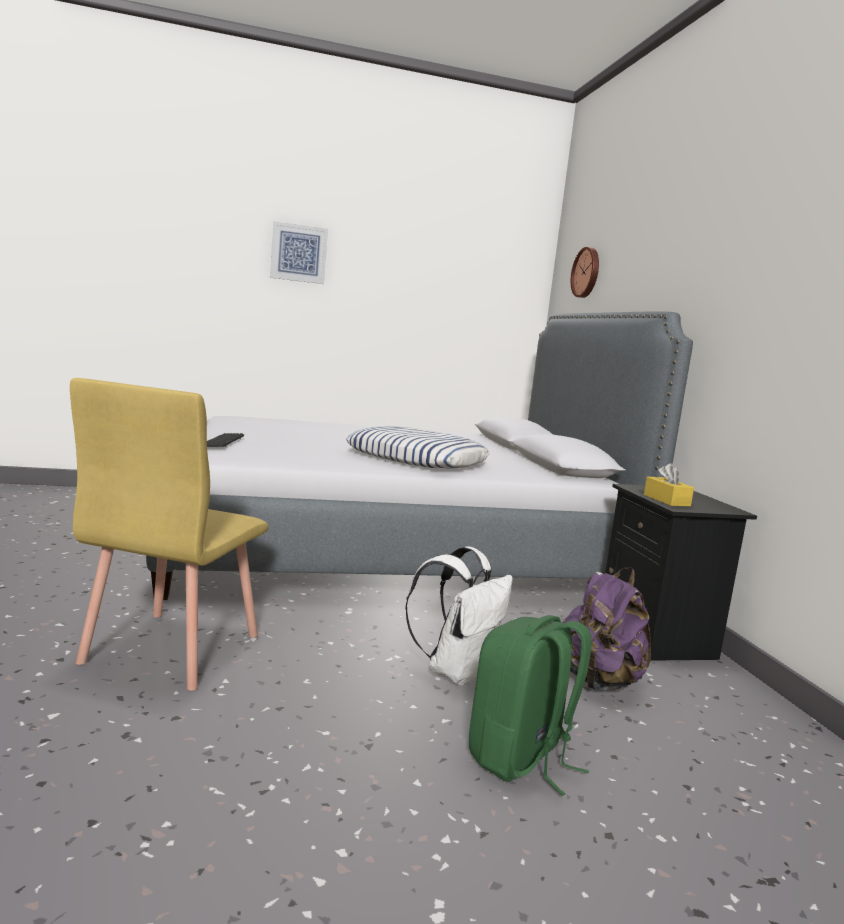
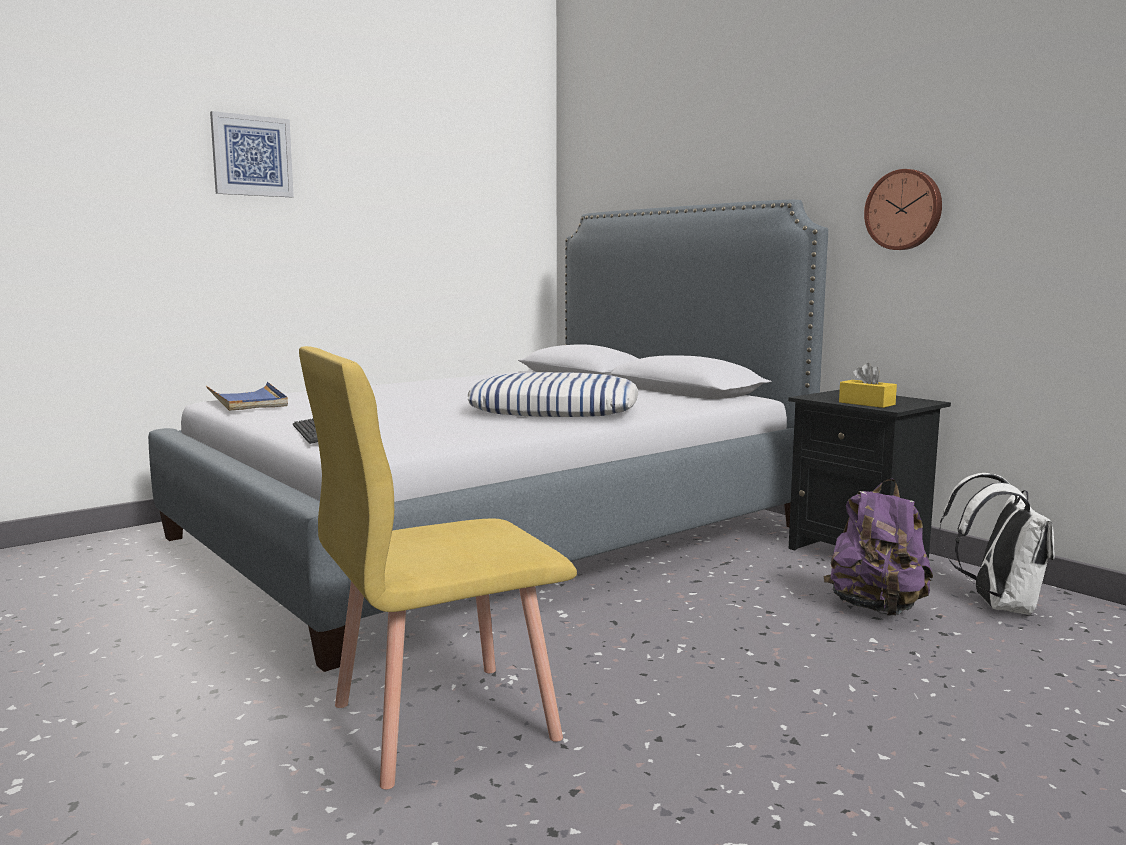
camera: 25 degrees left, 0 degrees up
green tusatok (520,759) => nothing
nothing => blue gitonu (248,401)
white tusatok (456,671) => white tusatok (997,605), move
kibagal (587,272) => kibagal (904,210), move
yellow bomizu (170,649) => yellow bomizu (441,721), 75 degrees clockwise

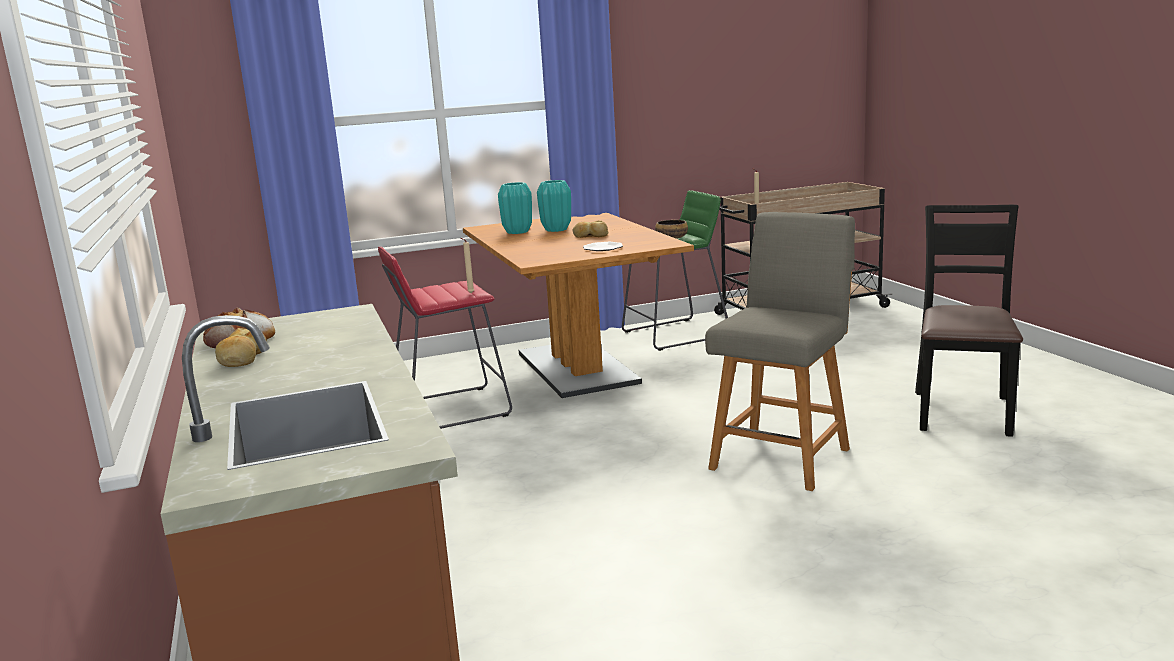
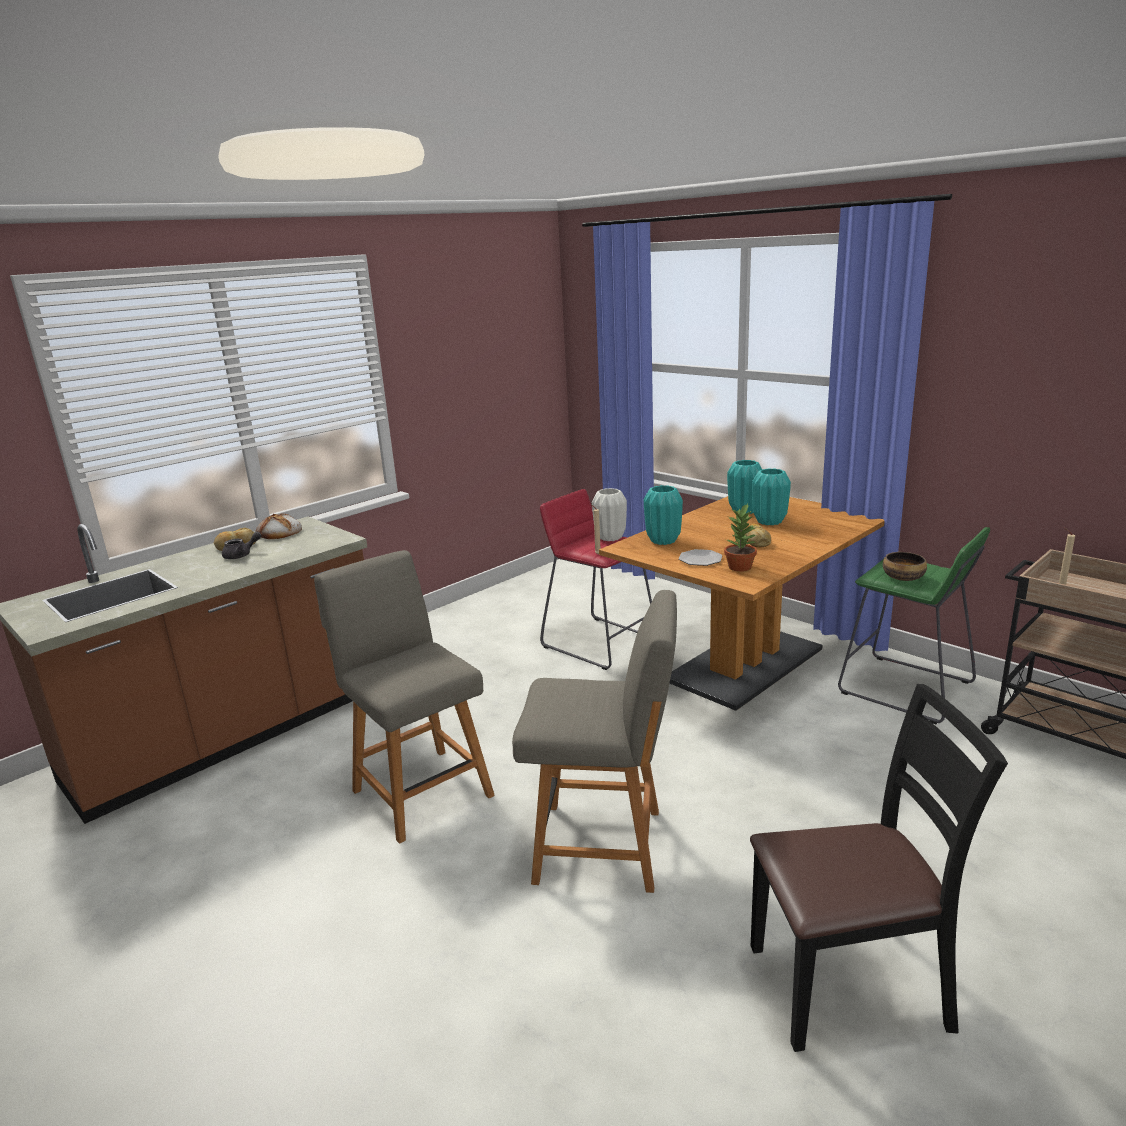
camera: 65 degrees right, 5 degrees up
nothing => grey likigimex (241,555)
nothing => grey bomizu (420,790)
nothing => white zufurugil (610,537)
nothing => turquoise zufurugil (663,540)
nothing => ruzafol (740,567)

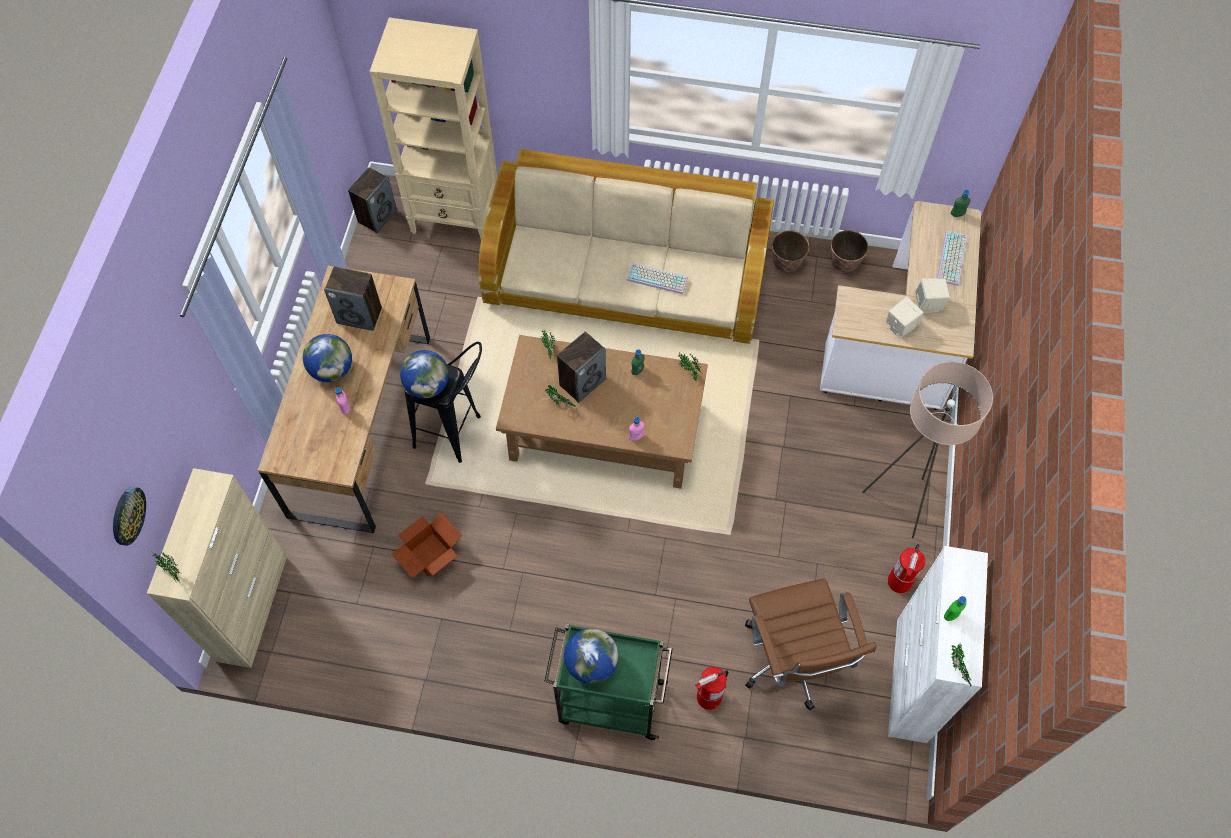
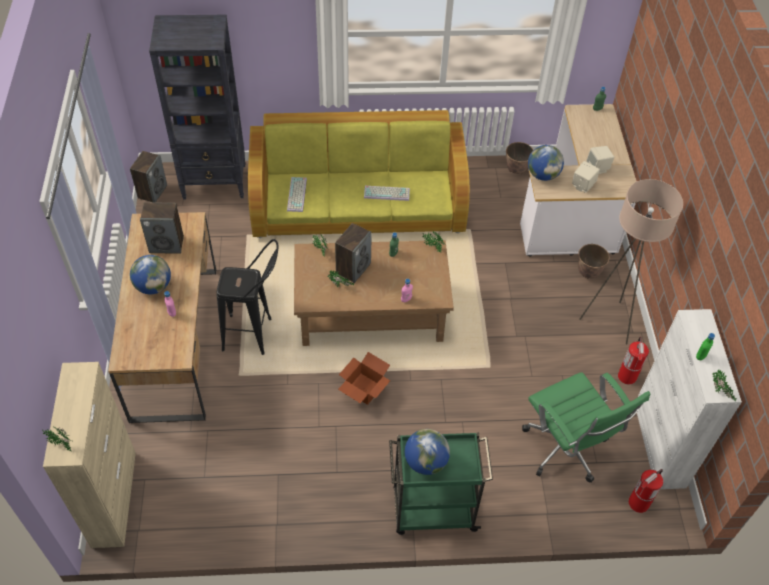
camera: 15 degrees left, 10 degrees down
kibagal (127,515) => nothing
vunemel (429,555) => vunemel (363,389), move
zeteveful (427,385) => zeteveful (542,175), move
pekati (708,697) => pekati (638,503), move
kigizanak (786,265) => kigizanak (588,273), move
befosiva (952,259) => befosiva (297,195), move
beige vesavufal (456,216) => black vesavufal (215,182)
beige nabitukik (626,277) => green nabitukik (358,203)
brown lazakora (793,662) => green lazakora (567,450)

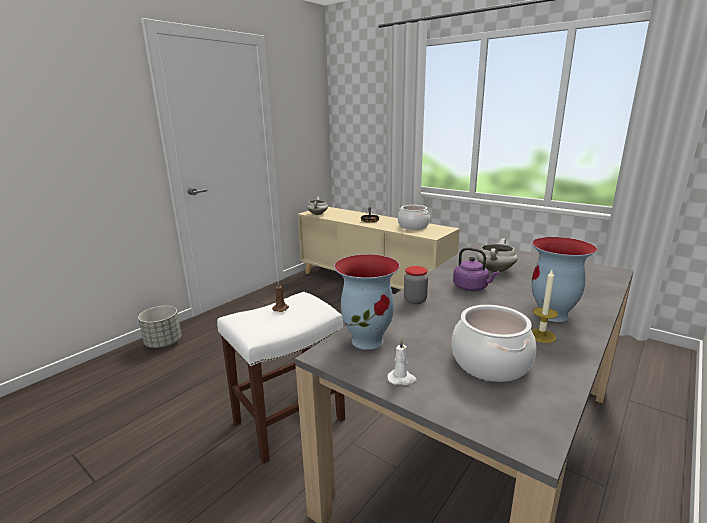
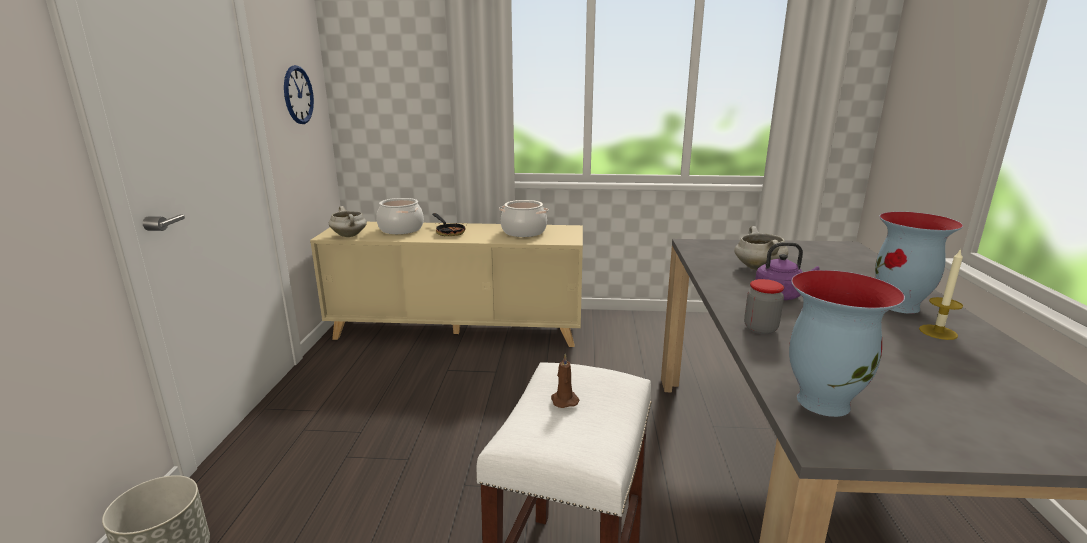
camera: 35 degrees left, 0 degrees up
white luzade (401,379) => nothing
nothing => kibagal (298,95)
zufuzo (491,363) => zufuzo (401,229), move

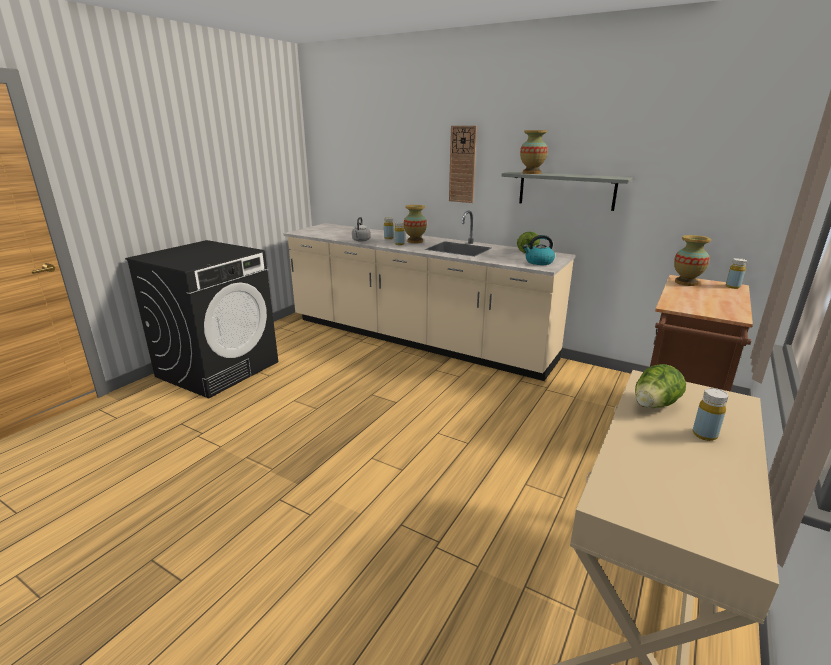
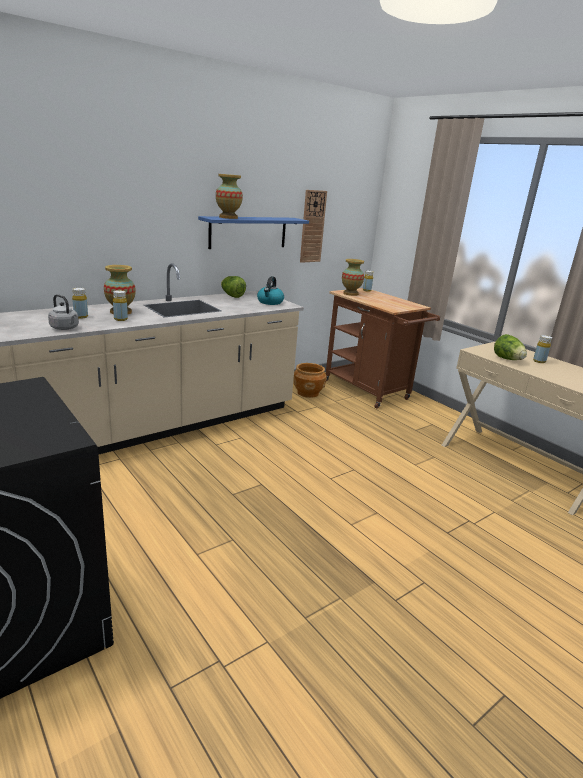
camera: 70 degrees left, 0 degrees up
nothing => brown kigizanak (308,393)
kibagal (462,164) => kibagal (312,226), move
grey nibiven (566,190) => blue nibiven (248,232)

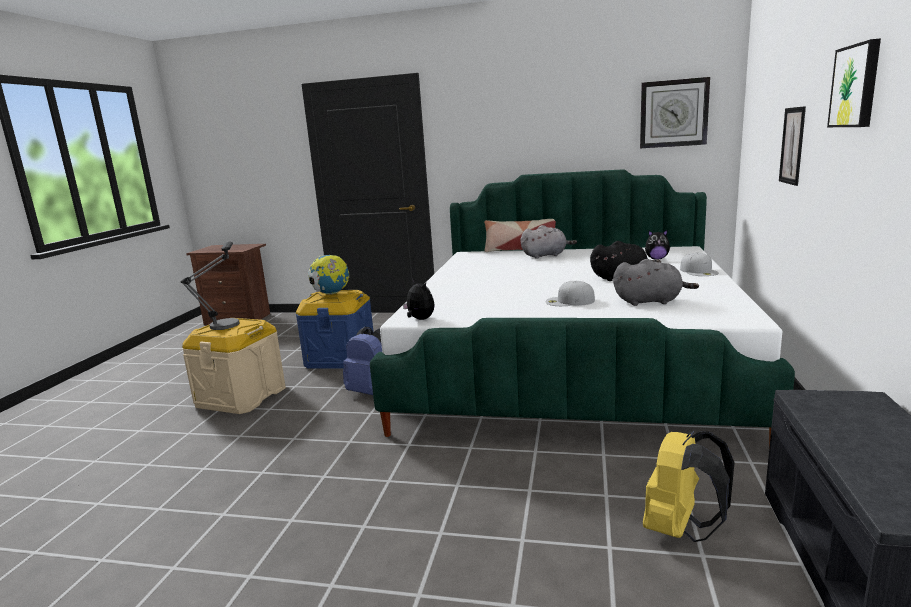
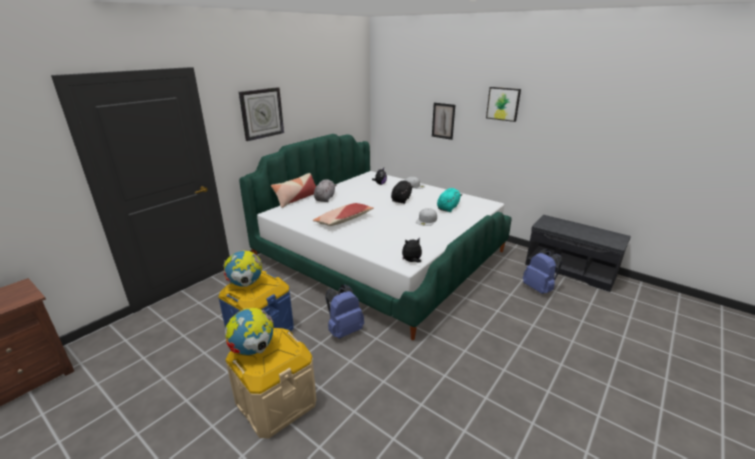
camera: 65 degrees left, 10 degrees up
nothing => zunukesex (344,220)
kibagal (673,113) => kibagal (261,113), move
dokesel (227,322) => zeteveful (253,349)
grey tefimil (650,301) => turquoise tefimil (448,208)
yellow tusatok (680,529) => blue tusatok (539,288)

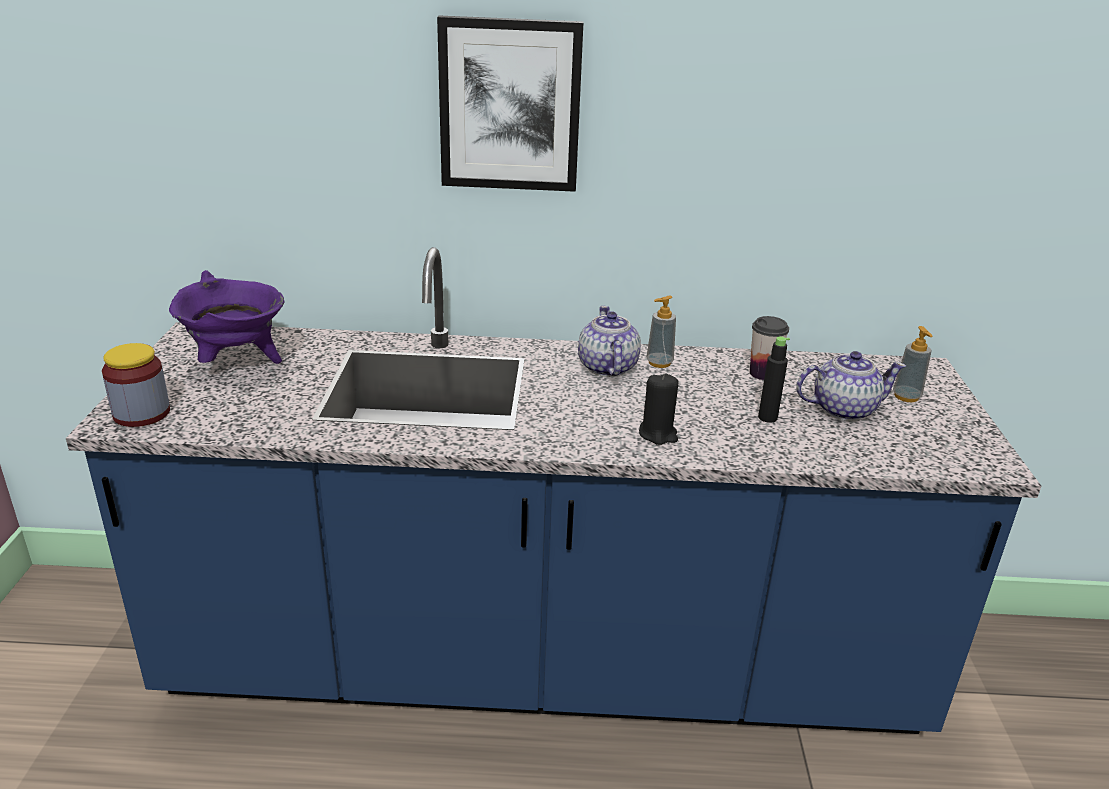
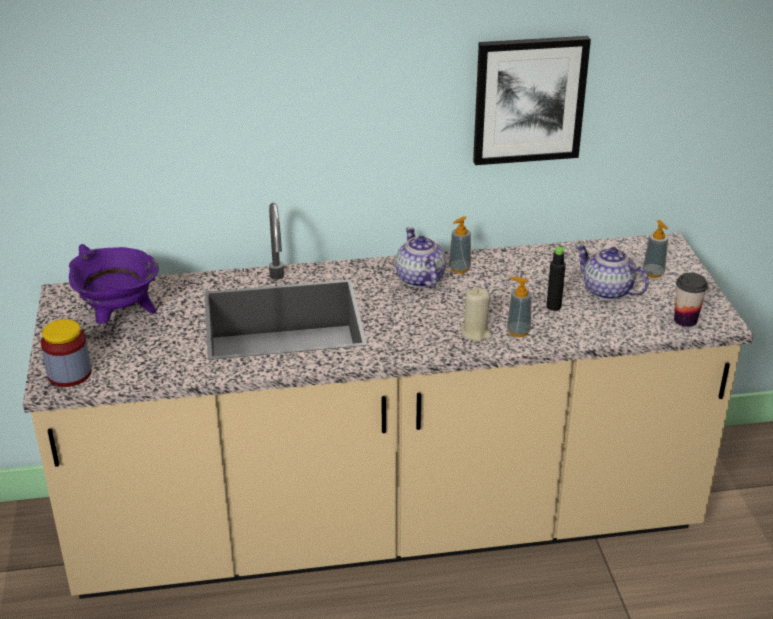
camera: 10 degrees left, 5 degrees up
nothing => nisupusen (518,331)
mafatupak (510,105) => mafatupak (529,100), move
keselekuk (763,373) => keselekuk (685,320), move
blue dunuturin (543,668) => beige dunuturin (386,527)
black luzade (658,434) => beige luzade (476,333)
likigimex (842,409) => likigimex (607,291), 120 degrees counterclockwise

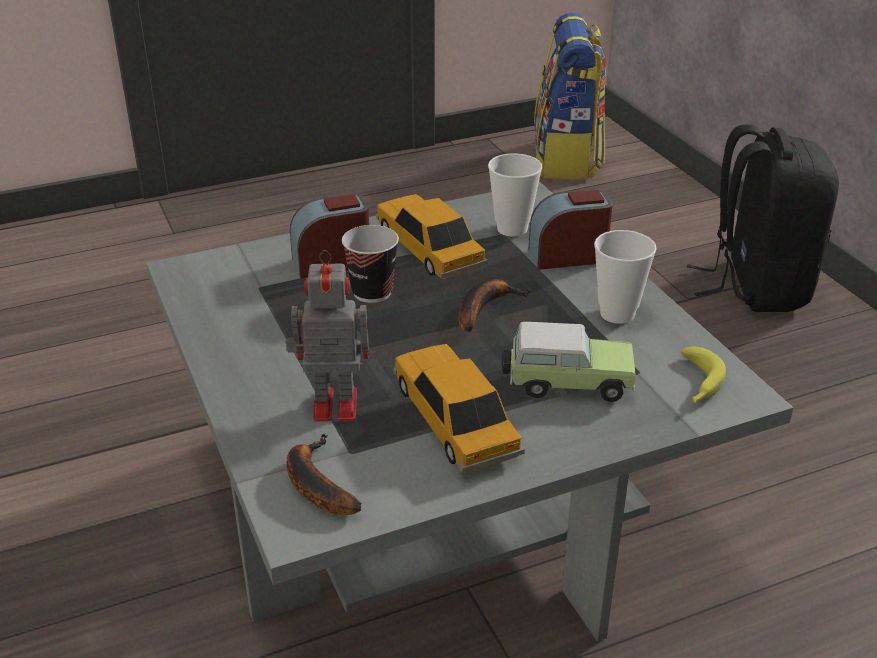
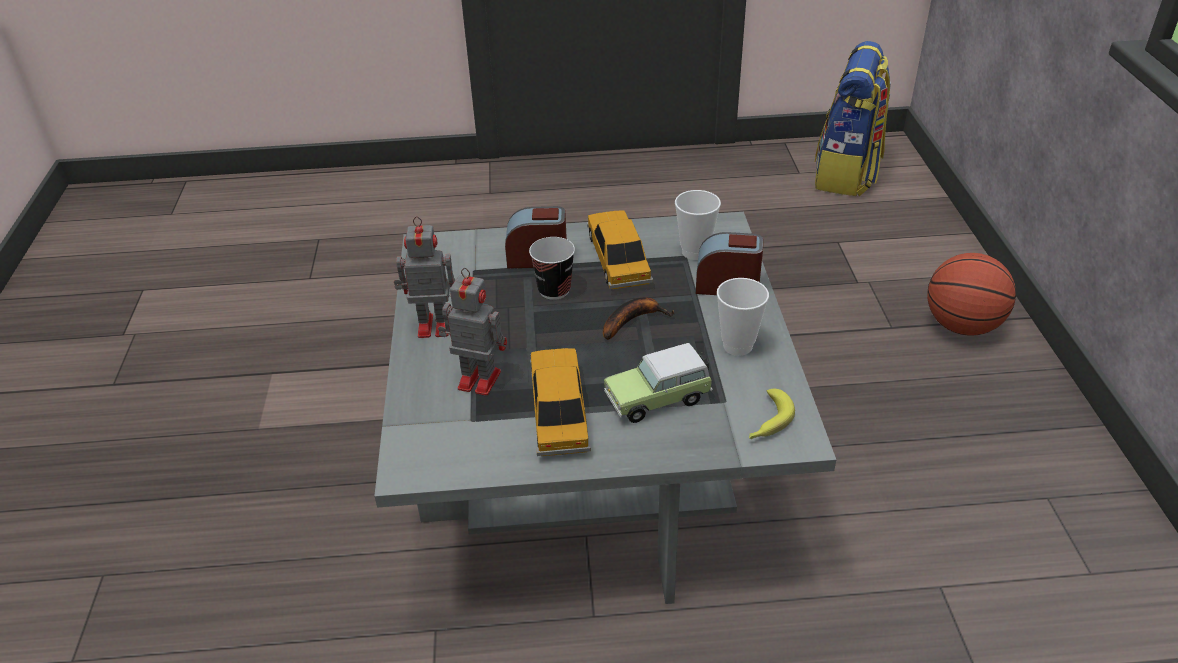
camera: 20 degrees right, 5 degrees up
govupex (315,484) => nothing
nothing => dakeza (431,326)
black tusatok (756,286) => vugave (961,326)
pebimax (565,383) => pebimax (661,398), 135 degrees clockwise

